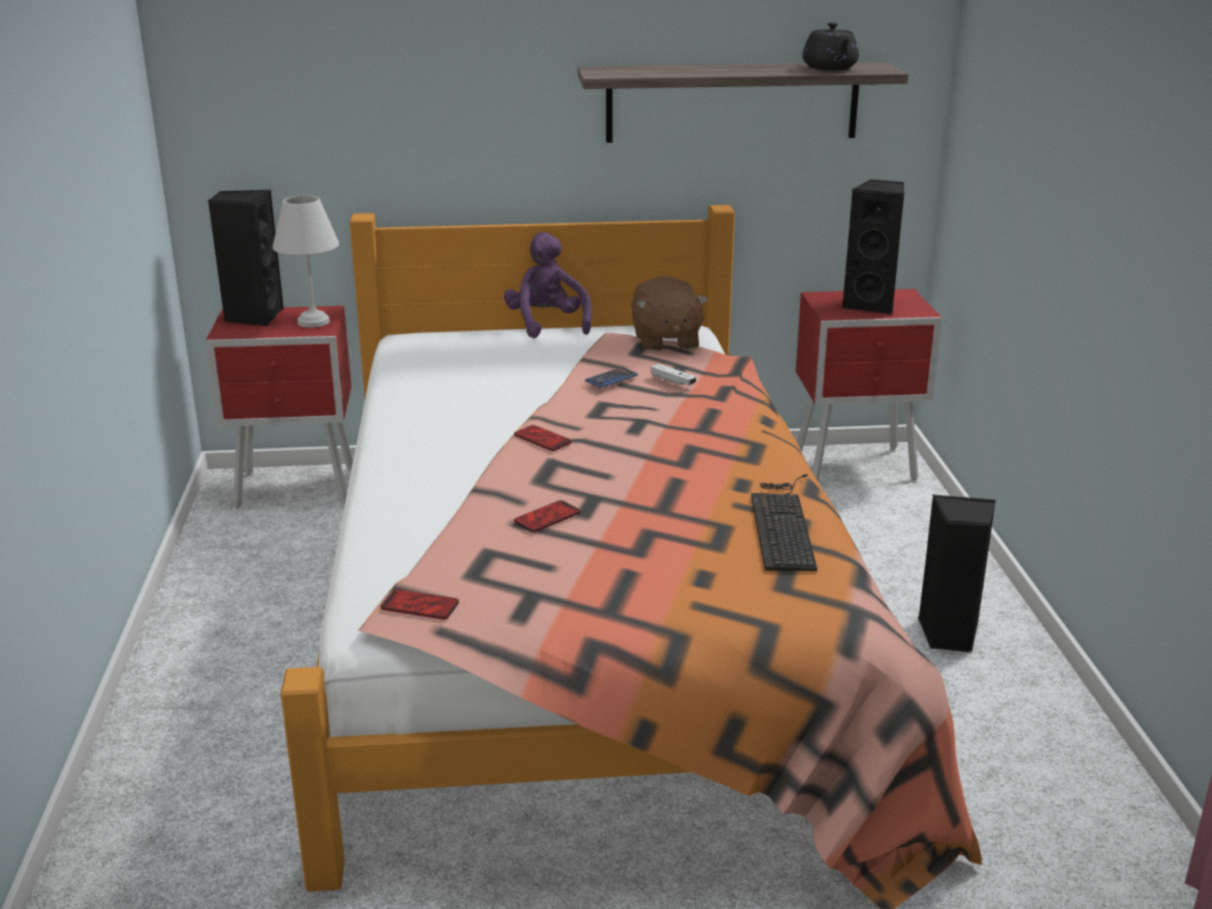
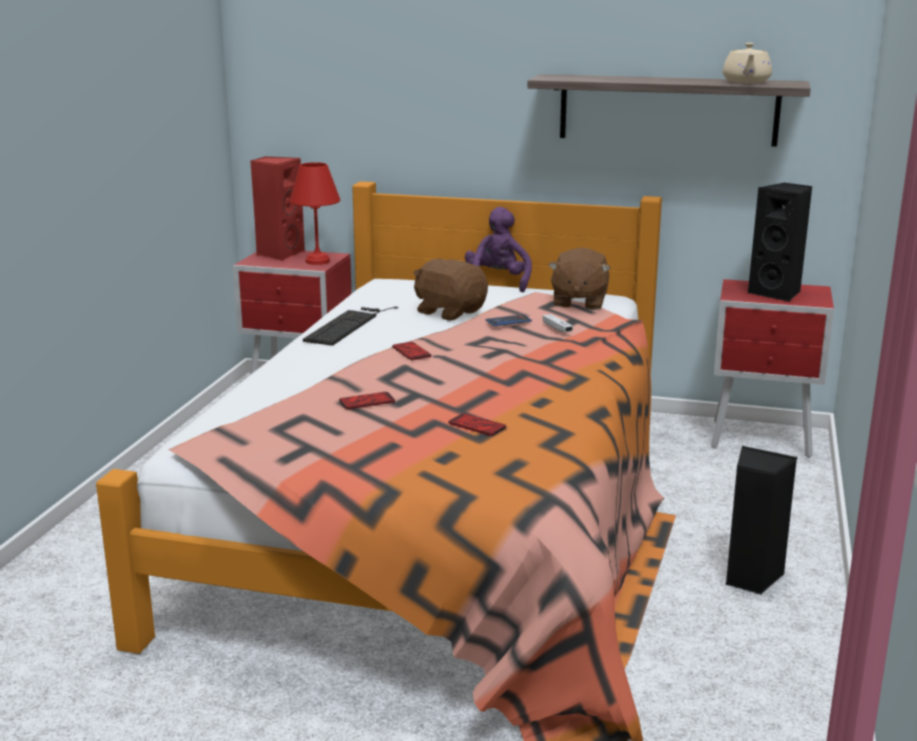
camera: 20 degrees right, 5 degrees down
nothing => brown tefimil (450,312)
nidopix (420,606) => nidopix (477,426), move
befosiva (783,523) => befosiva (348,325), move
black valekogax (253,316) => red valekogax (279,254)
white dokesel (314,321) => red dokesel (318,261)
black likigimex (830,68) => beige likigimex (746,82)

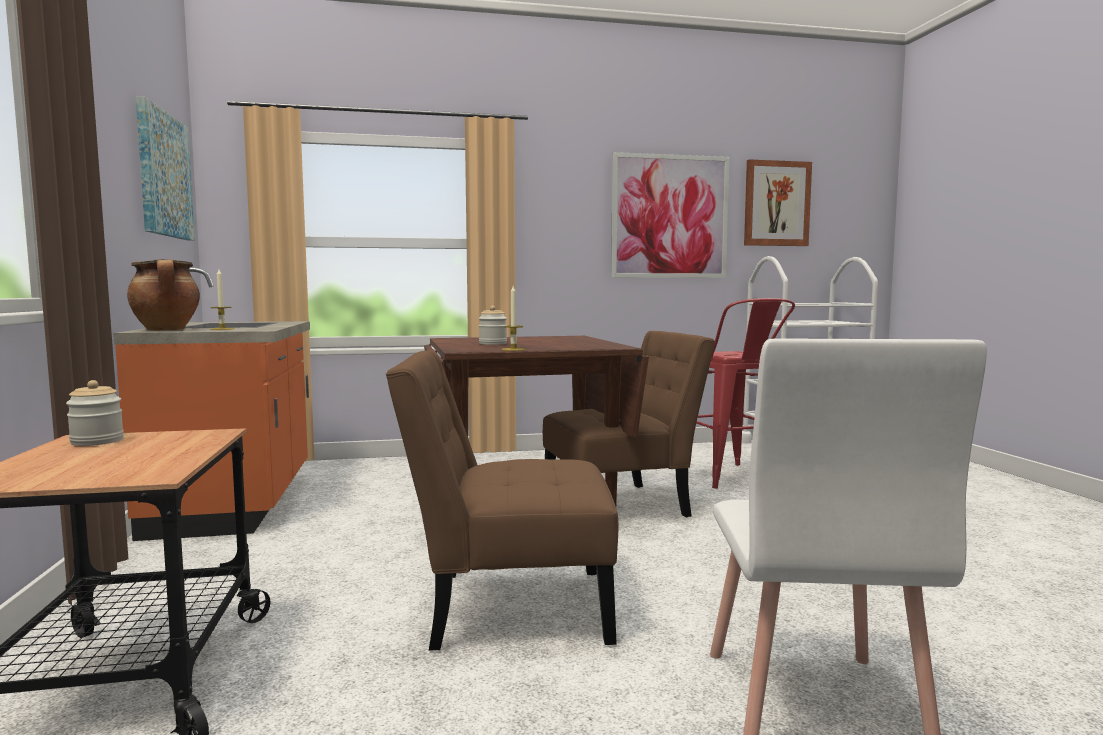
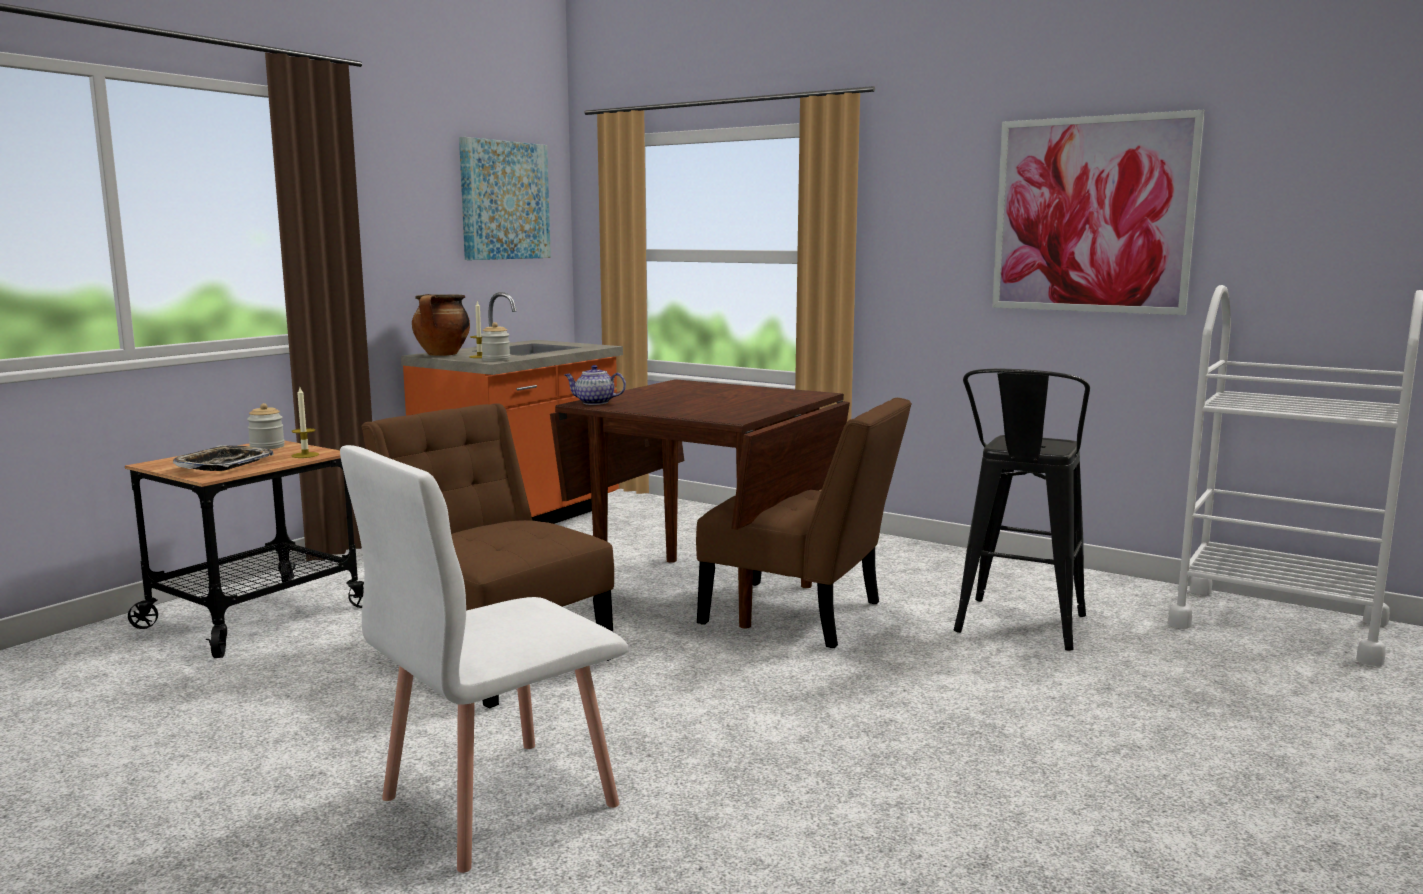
camera: 45 degrees right, 5 degrees up
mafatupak (776,204) => nothing
nothing => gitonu (224,465)
nothing => likigimex (594,403)
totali (493,343) => totali (496,360), move
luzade (513,349) => luzade (305,455), move
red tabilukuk (732,479) => black tabilukuk (1017,629)

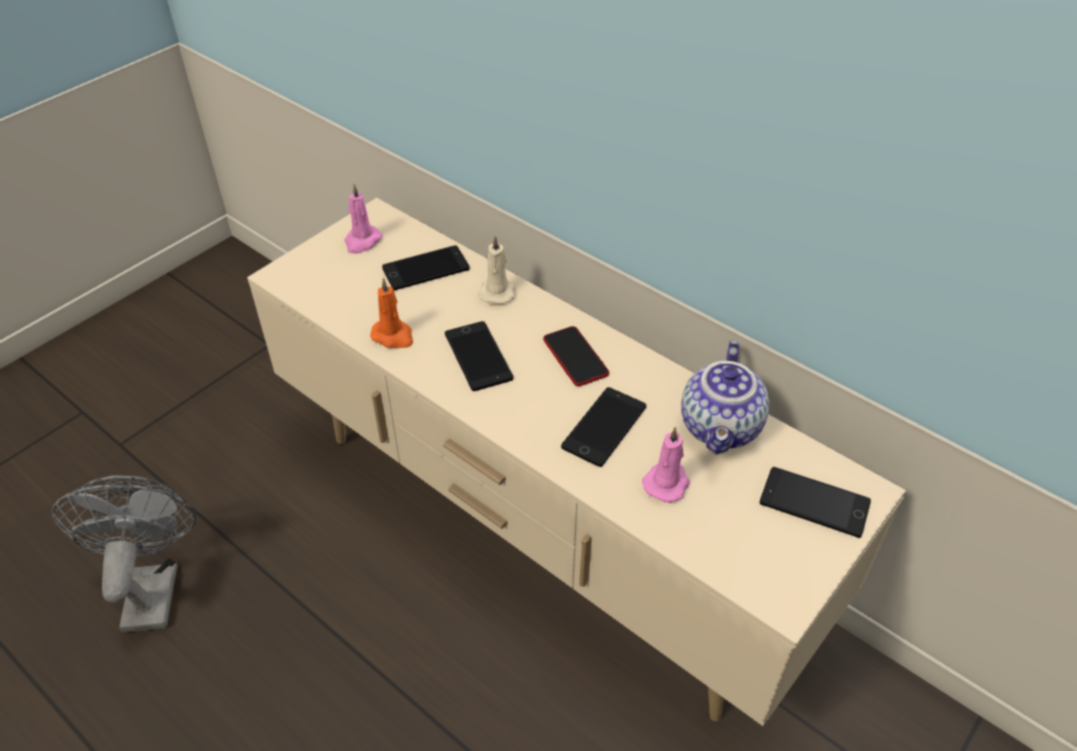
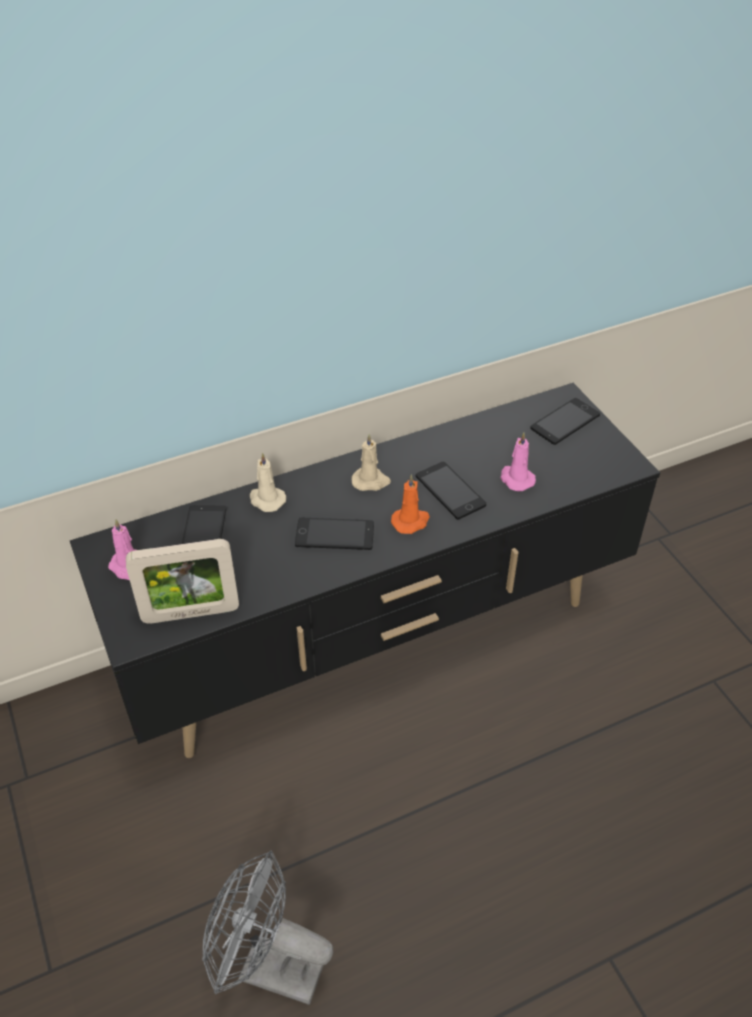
camera: 65 degrees left, 0 degrees up
likigimex (722,428) => nothing
nothing => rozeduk (191,613)
orange luzade (393,336) => orange luzade (411,521), move
nidopix (575,357) => beige luzade (371,481)
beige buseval (541,532) => black buseval (377,642)

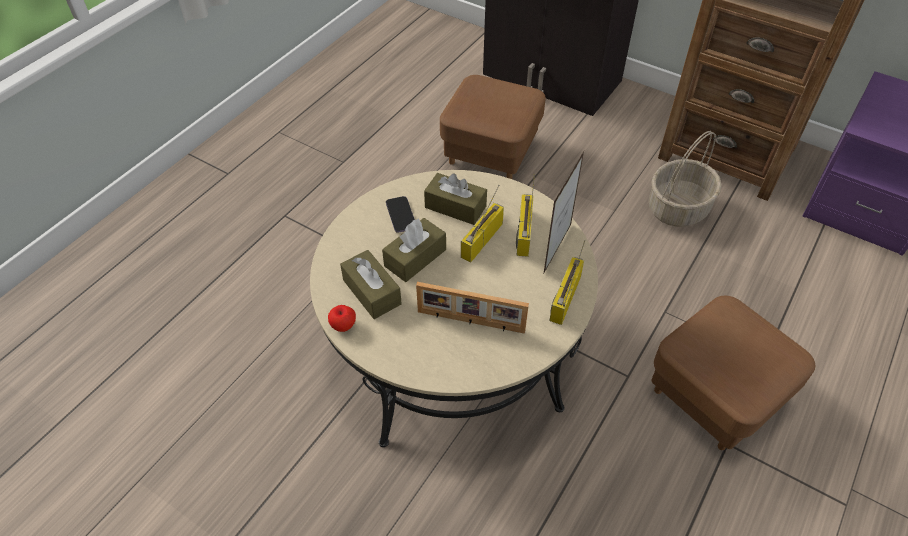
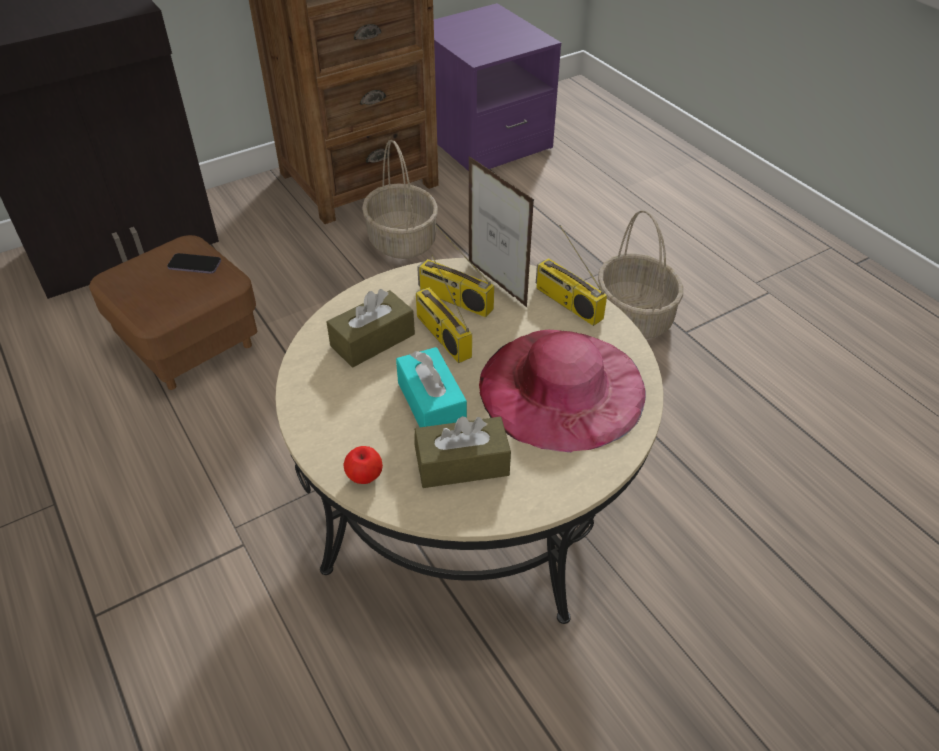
camera: 65 degrees left, 5 degrees down
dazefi (343,325) => dazefi (364,476), move
nidopix (401,215) => nidopix (195,265), move
rozeduk (470,322) => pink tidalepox (562,388)
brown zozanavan (715,395) => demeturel (633,316)
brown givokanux (415,258) => turquoise givokanux (431,403)

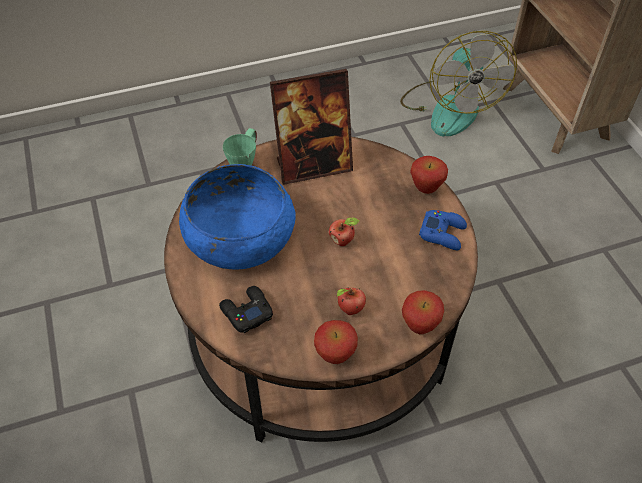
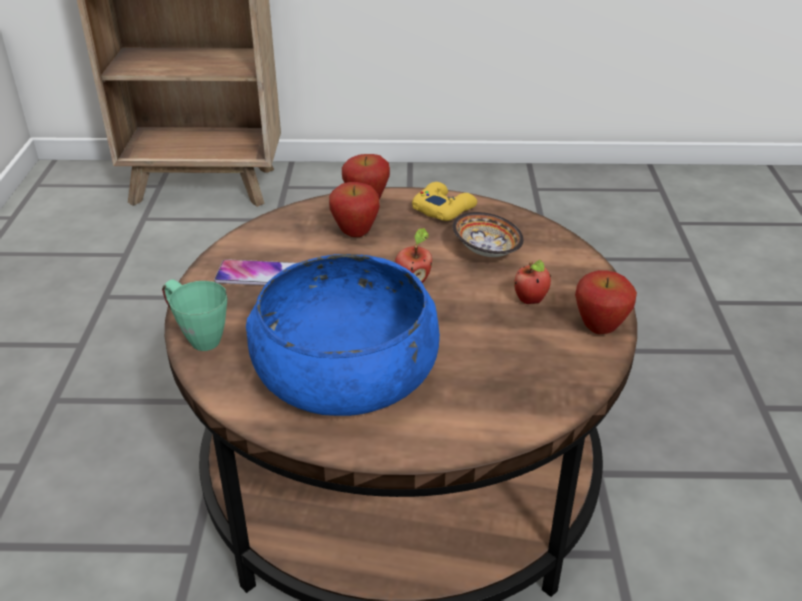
camera: 70 degrees left, 15 degrees down
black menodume (246,312) => nothing
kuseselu (449,107) => nothing
nothing => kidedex (486,251)
dazefi (419,326) => dazefi (355,234), move
rozeduk (313,166) => nidopix (257,274)
blue menodume (443,233) => yellow menodume (443,208)

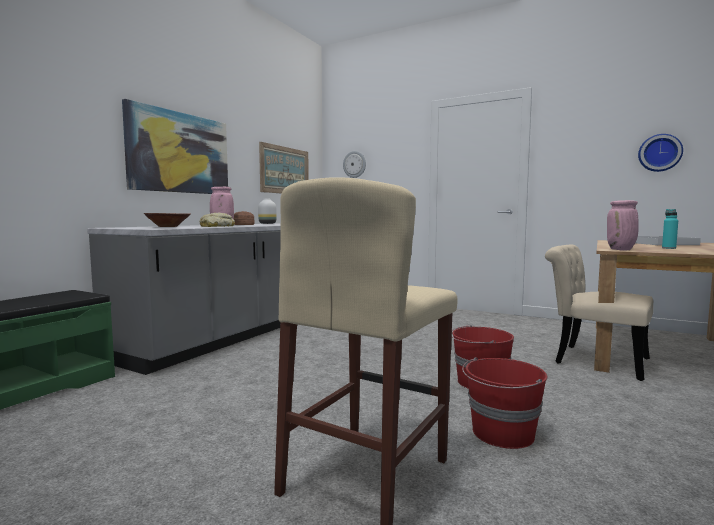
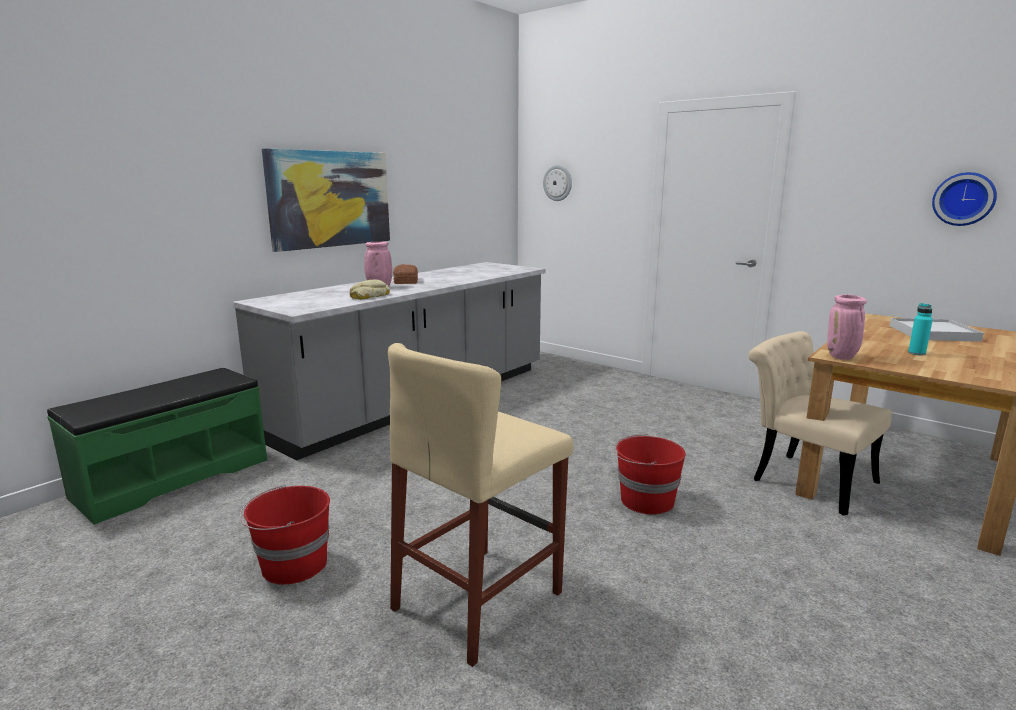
camera: 10 degrees right, 10 degrees up
brown kidedex (168,226) => nothing
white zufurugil (268,223) => nothing
mafatupak (285,170) => nothing
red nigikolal (502,433) => red nigikolal (292,565), move

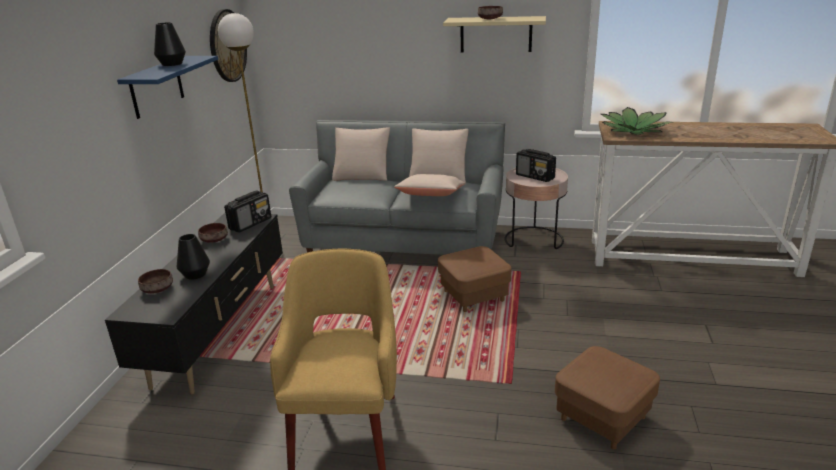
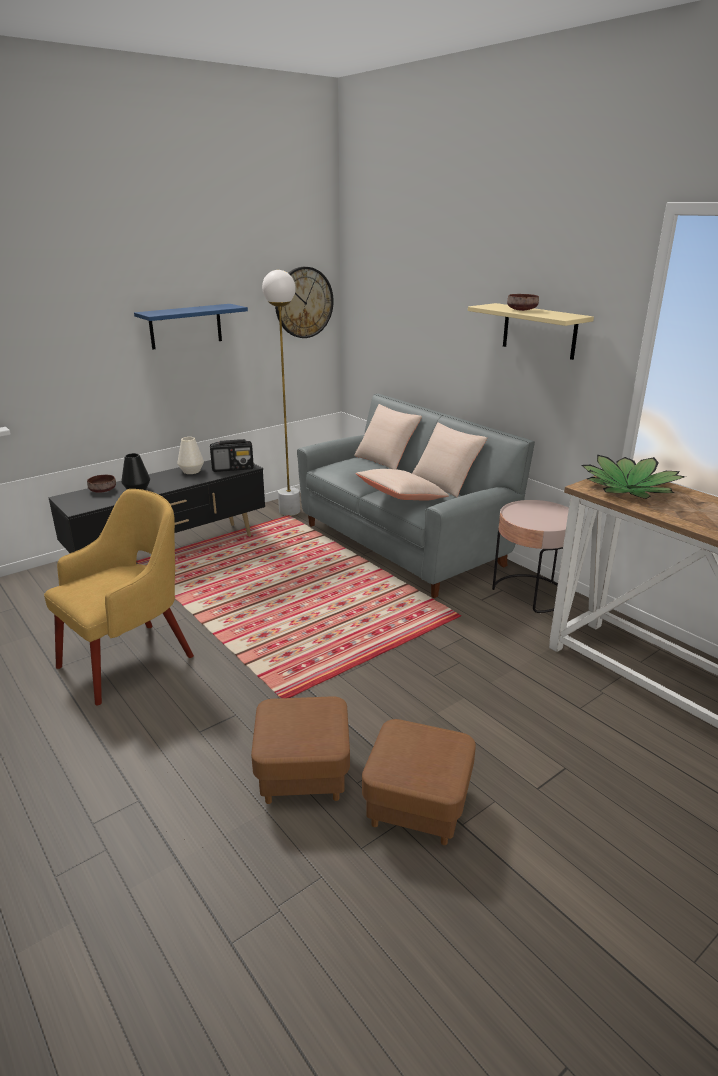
camera: 40 degrees right, 0 degrees up
black zufurugil (172,64) => nothing
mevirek (535,177) => nothing
brown zozanavan (474,296) => brown zozanavan (417,806), move
brown kidedex (215,240) => white zufurugil (191,471)

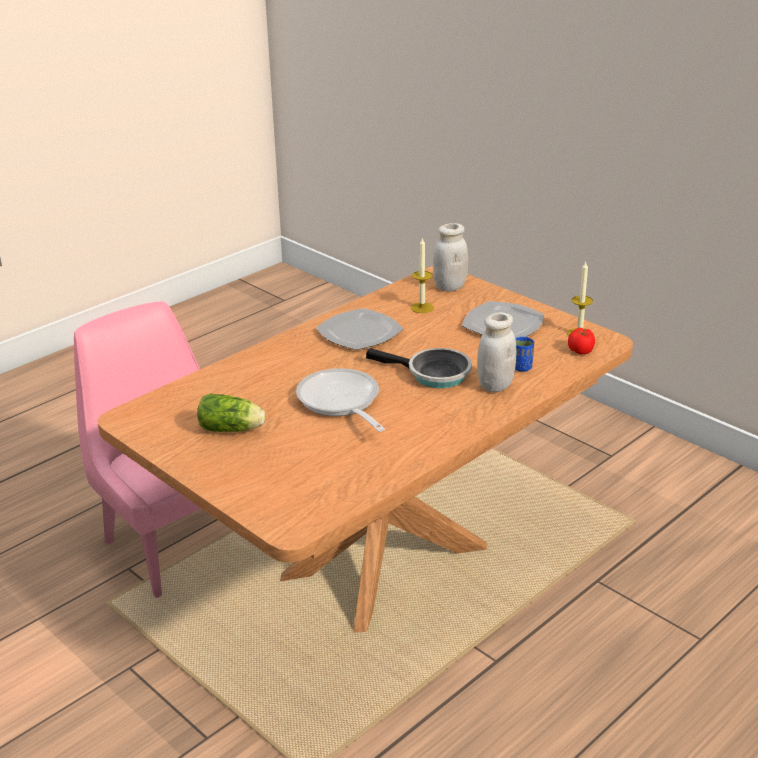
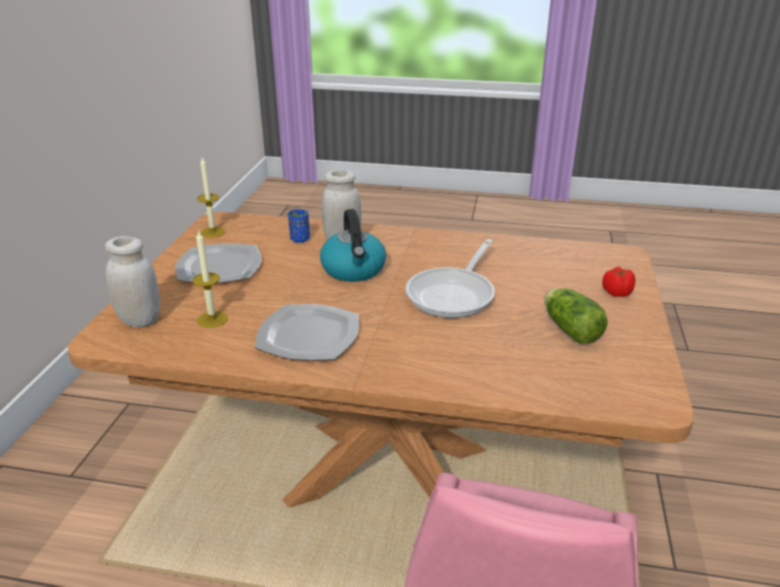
camera: 125 degrees left, 0 degrees up
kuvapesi (581,350) => kuvapesi (616,292), move
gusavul (433,374) => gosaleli (354,270)

